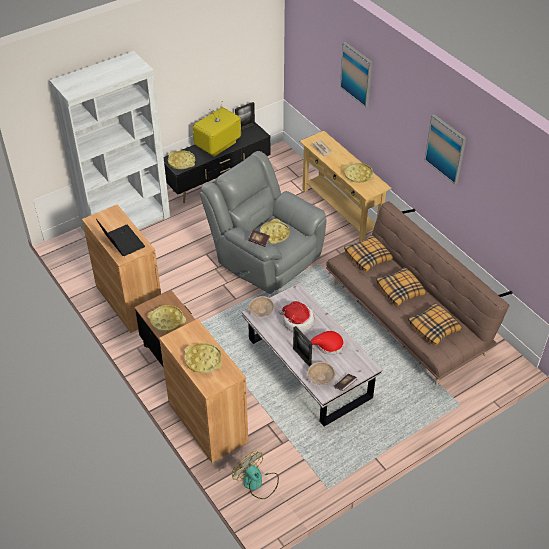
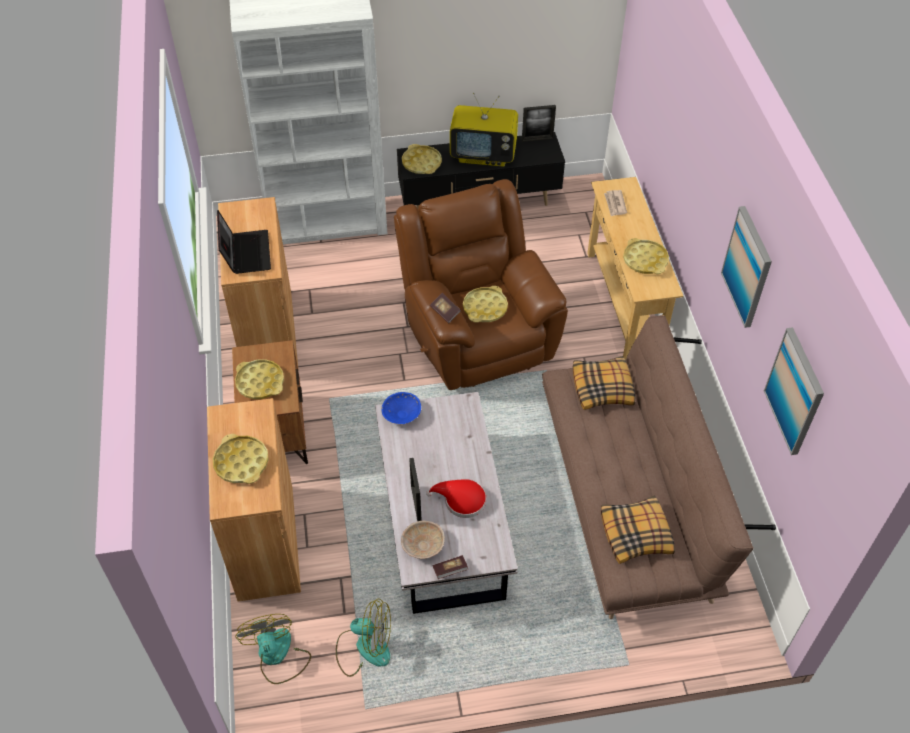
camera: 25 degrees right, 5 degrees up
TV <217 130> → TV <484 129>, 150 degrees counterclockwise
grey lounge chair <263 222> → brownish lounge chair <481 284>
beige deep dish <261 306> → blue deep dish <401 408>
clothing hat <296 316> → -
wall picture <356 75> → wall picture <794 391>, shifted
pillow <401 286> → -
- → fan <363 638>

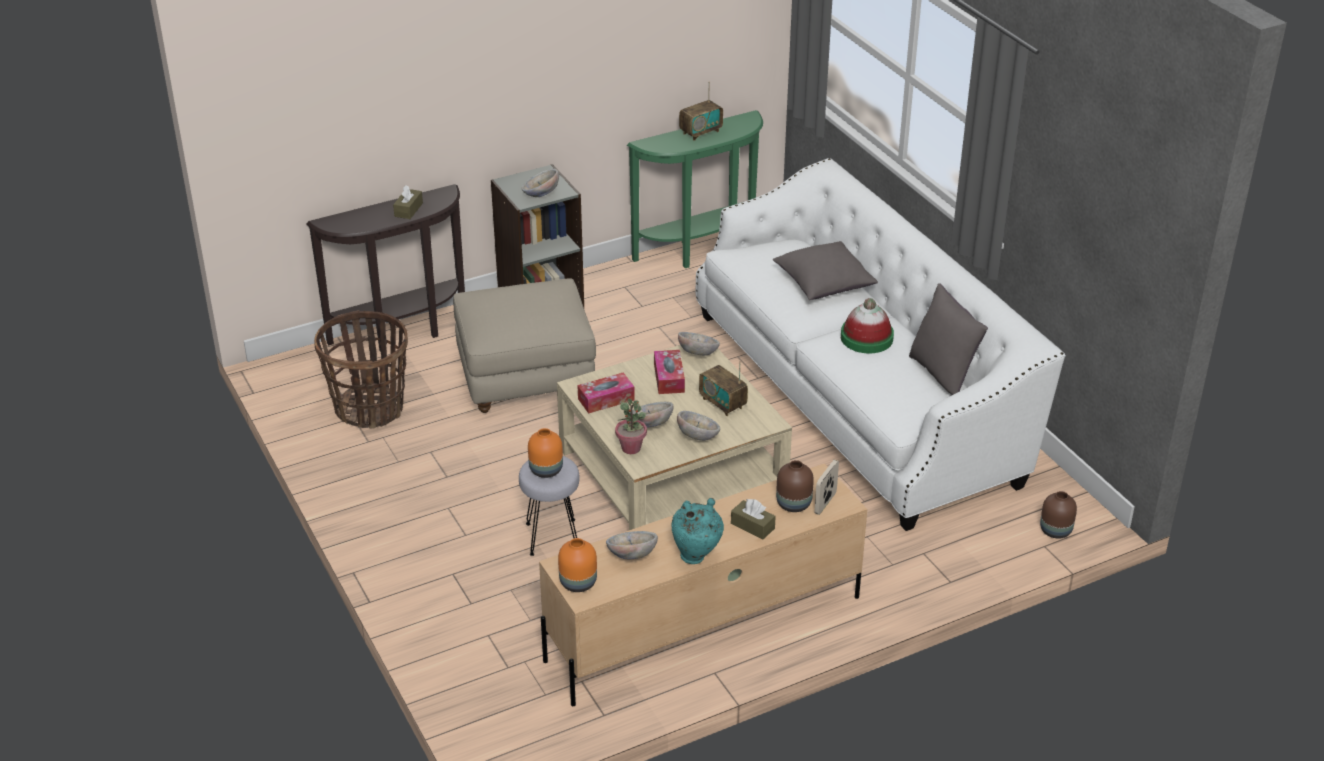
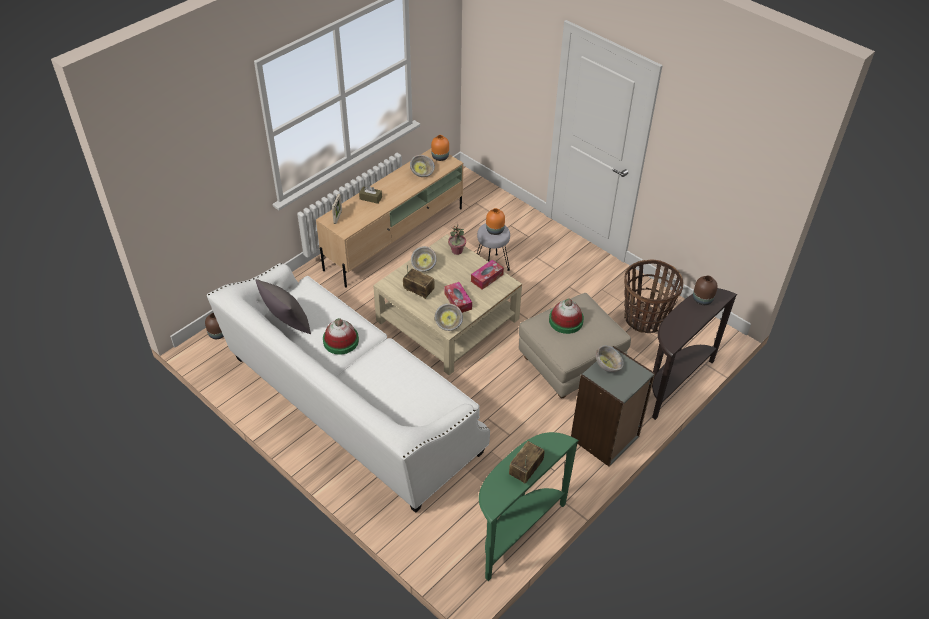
camera: 160 degrees right, 10 degrees up
brownish tissue holder <408 202> → -
deep dish <652 415> → -
turquoise-coloured vase <698 531> → -
grey pillow <825 270> → -
brownish vase <795 486> → brownish vase <705 290>, shifted
- → clothing hat <566 316>

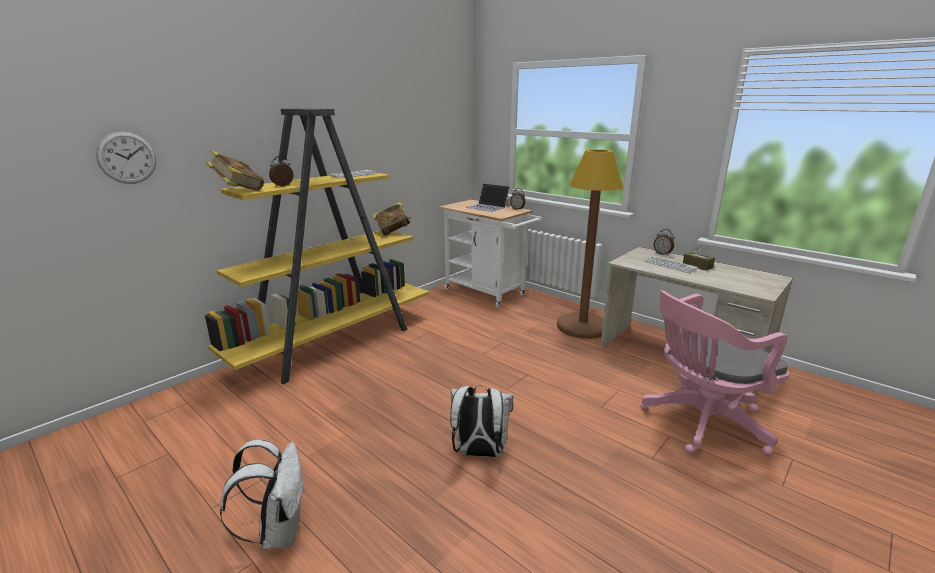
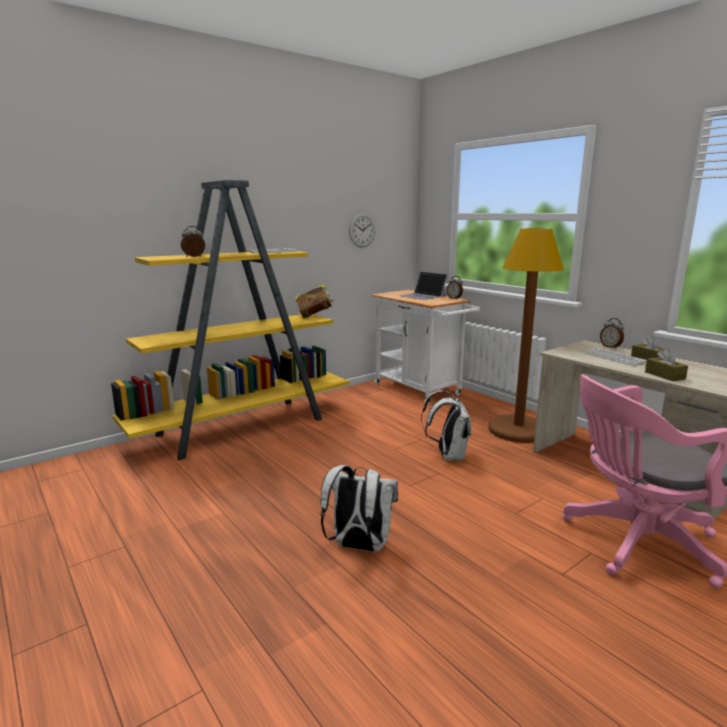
camera: 10 degrees right, 5 degrees down
clock on the wall <126 158> → clock on the wall <362 230>, shifted
volume <235 170> → -
whitish backpack <262 495> → whitish backpack <446 425>, shifted
- → brownish tissue holder <666 364>

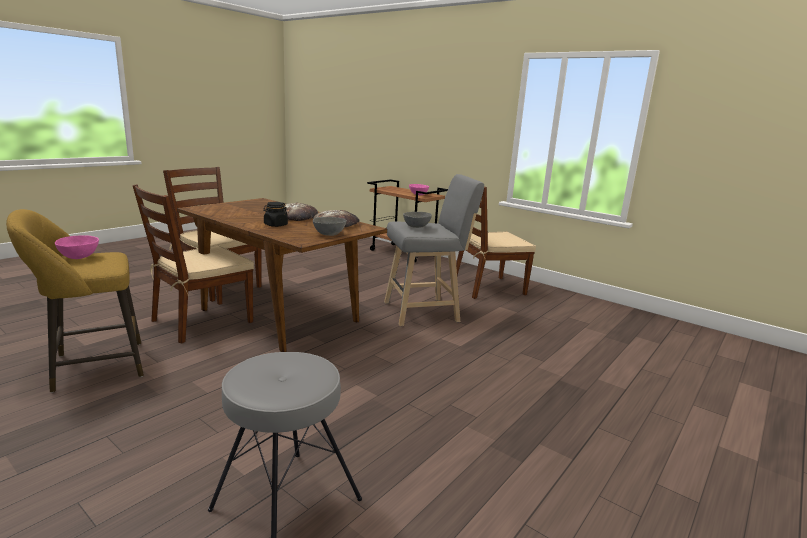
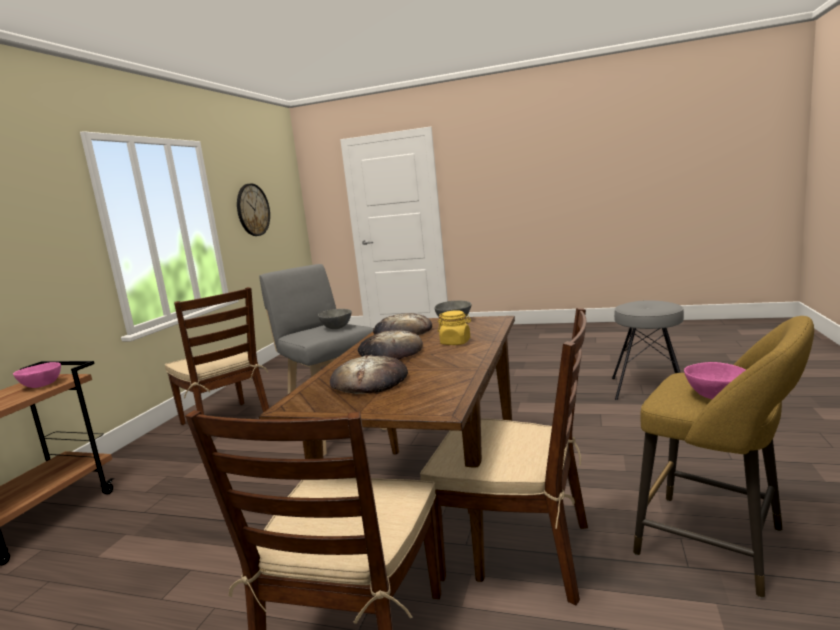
camera: 110 degrees left, 5 degrees down
black-coloured storage jar <275 214> → yellow-coloured storage jar <454 327>
- → clock on the wall <253 209>
- → bread <369 374>

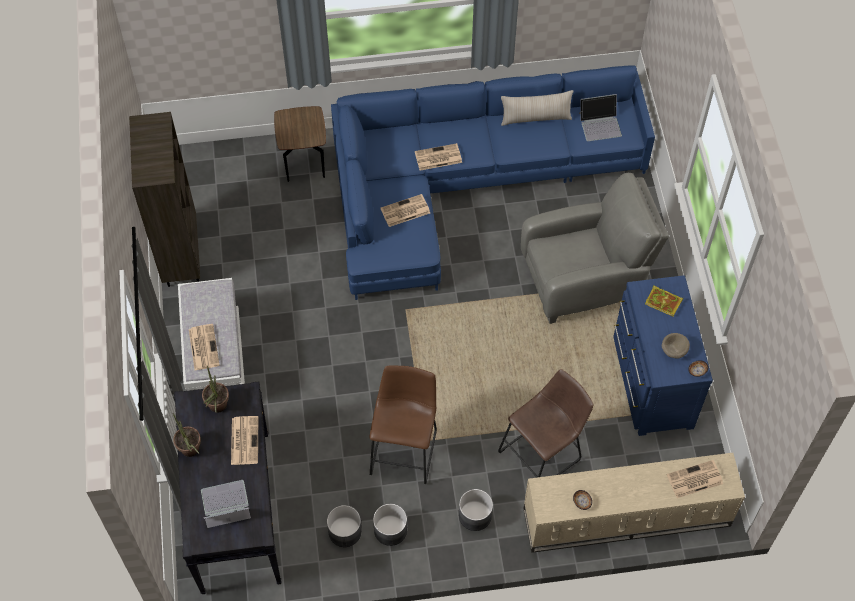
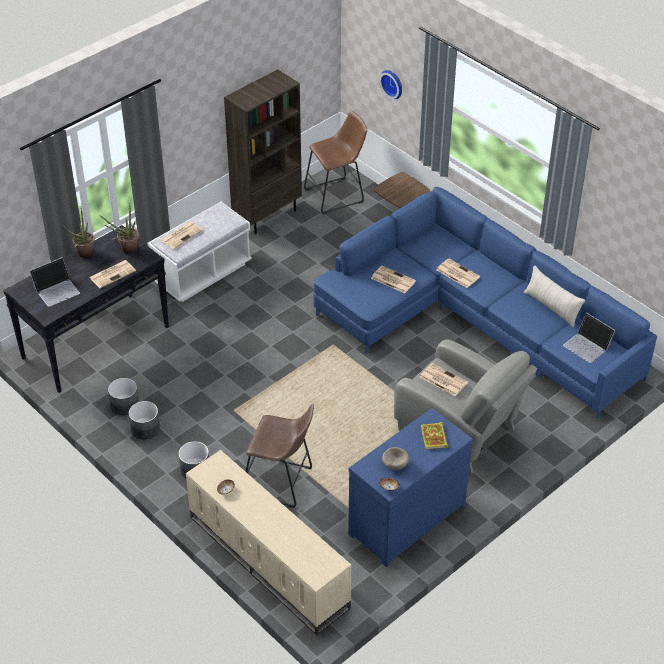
camera: 55 degrees right, 15 degrees down
laptop <226 504> → laptop <55 282>, 105 degrees clockwise
brownish stool seat <403 425> → brownish stool seat <335 162>, shifted
printed paper <695 479> → printed paper <444 379>, shifted
- → clock on the wall <390 84>

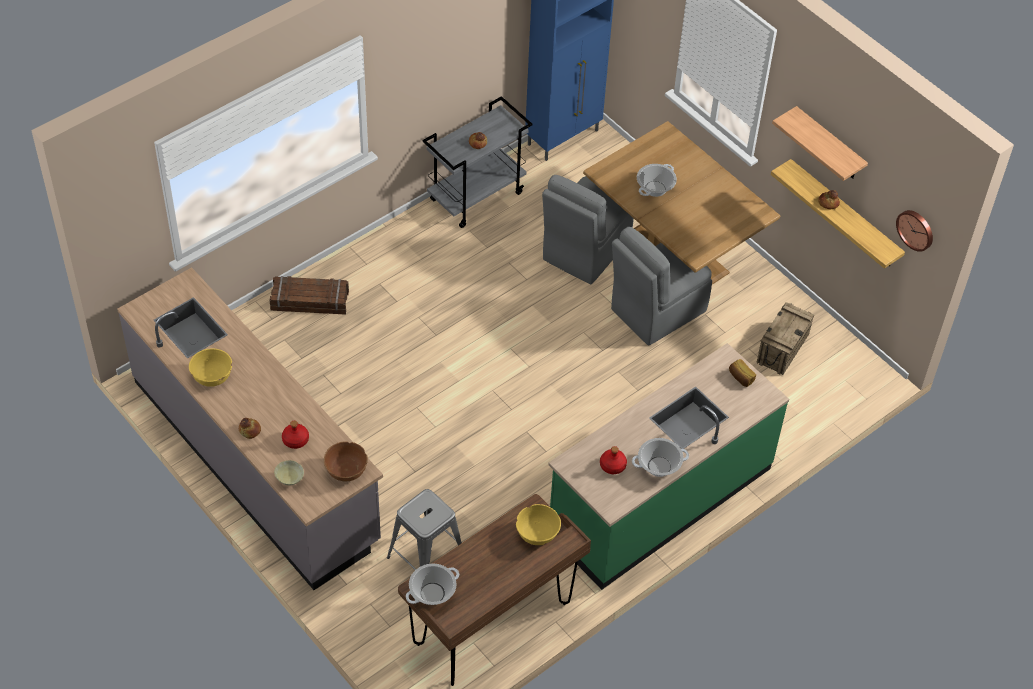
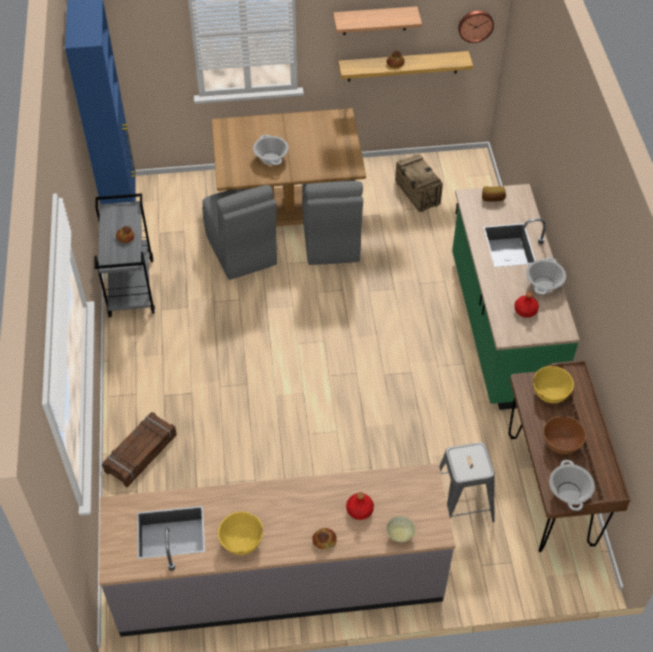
camera: 55 degrees left, 0 degrees up
brownish deep dish <346 461> → brownish deep dish <564 435>, shifted

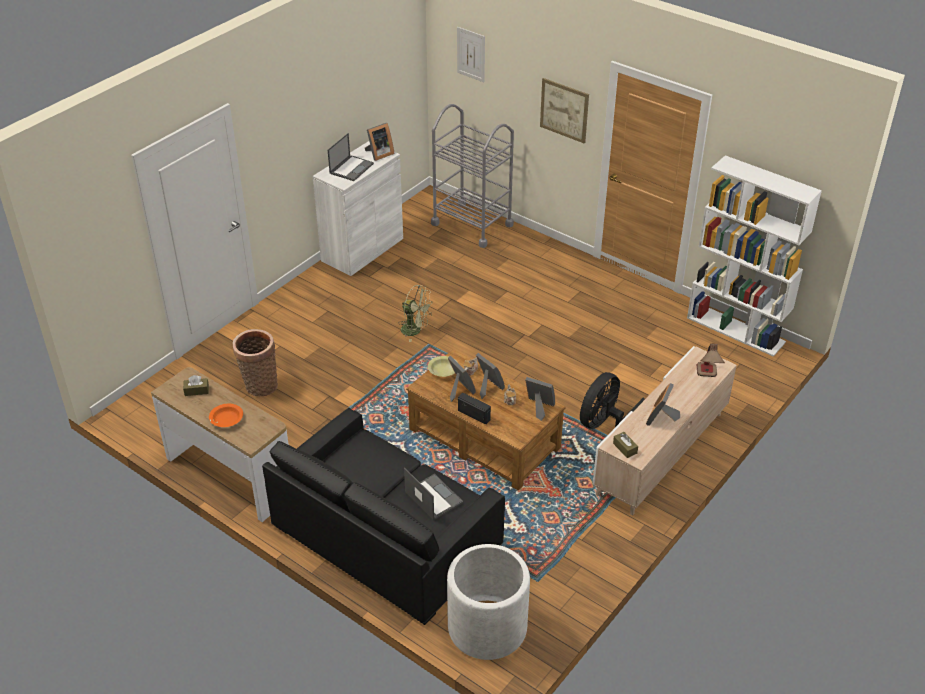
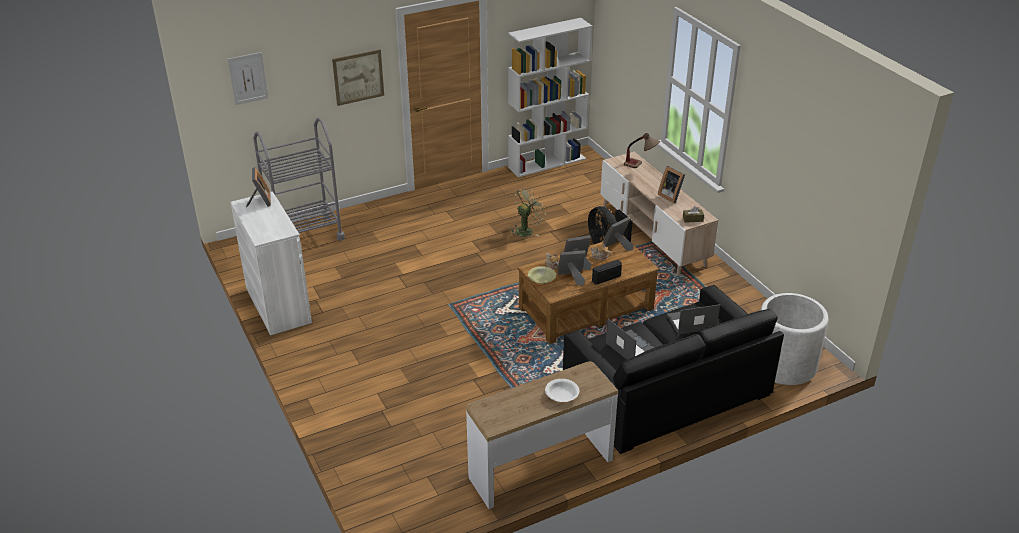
camera: 65 degrees left, 5 degrees down
brownish tissue holder <196 385> → -
orangey deep dish <226 415> → whitish deep dish <562 390>
storage basket <255 363> → -
laptop <351 157> → laptop <630 339>, shifted
green-coloured fan <415 313> → green-coloured fan <528 212>, shifted

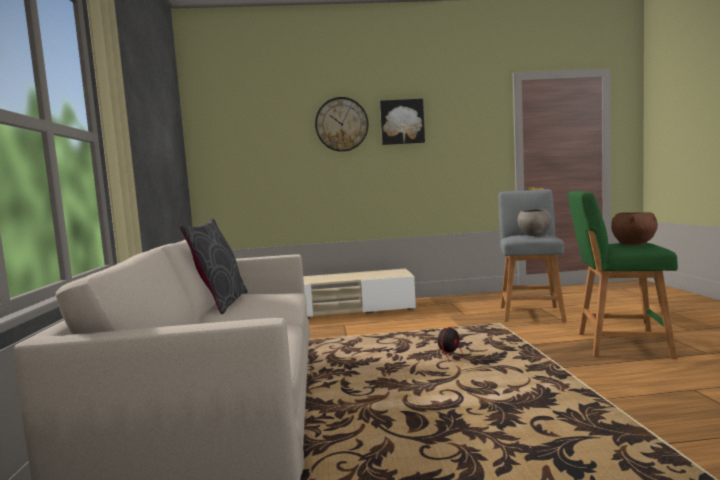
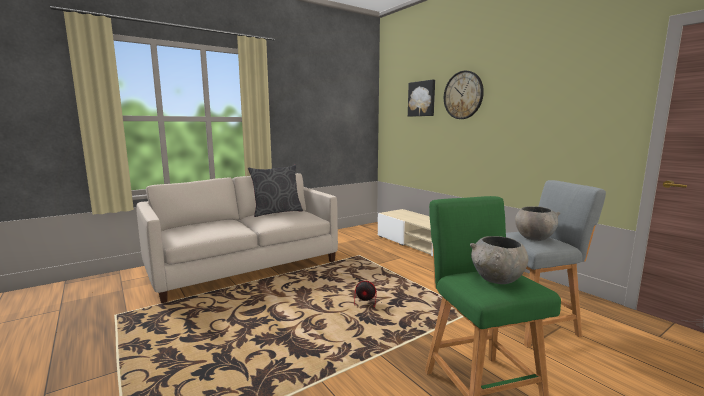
camera: 60 degrees right, 5 degrees up
wall picture <402 122> → wall picture <421 98>, shifted
brownish deep dish <634 228> → grey deep dish <499 260>

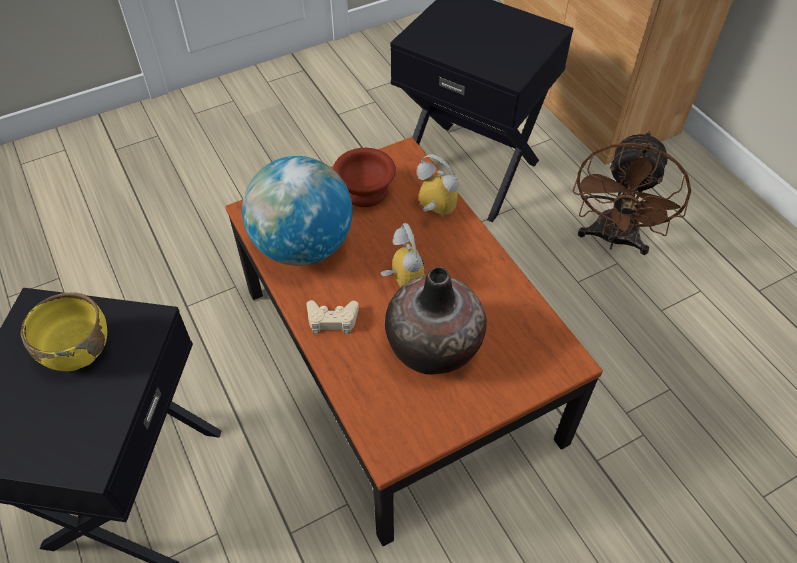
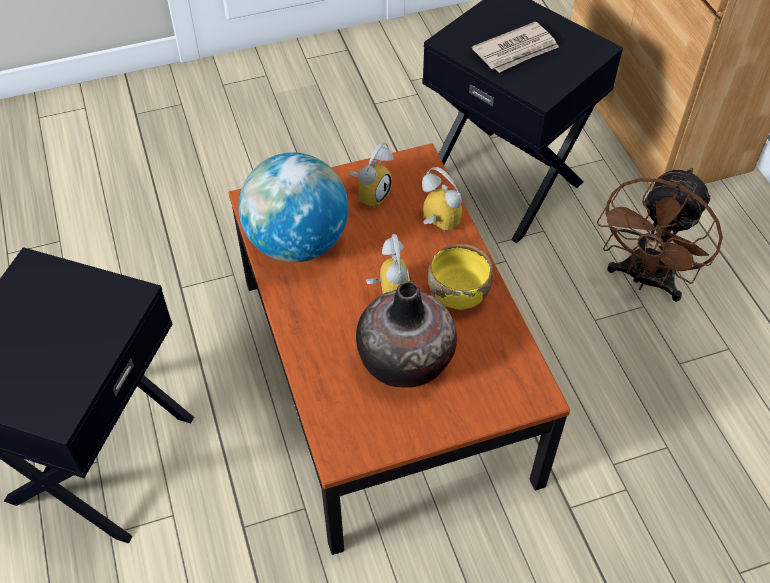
camera: 10 degrees right, 0 degrees up
yellow-coloured deep dish <64 331> → yellow-coloured deep dish <460 277>, shifted
beige joypad <333 317> → -
brownish deep dish <364 177> → alarm clock <371 175>
- → printed paper <515 47>

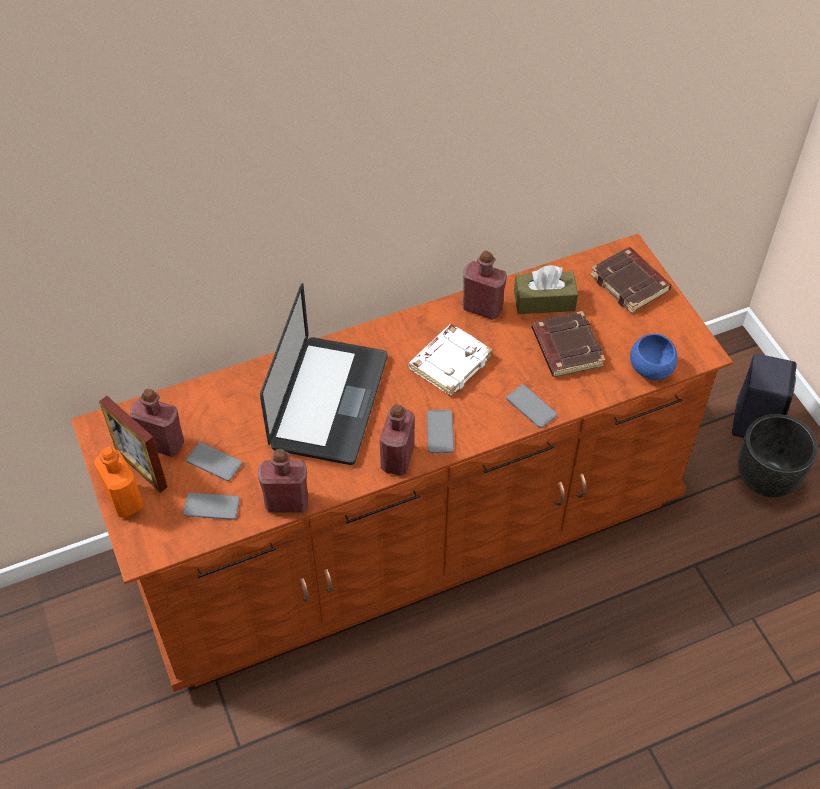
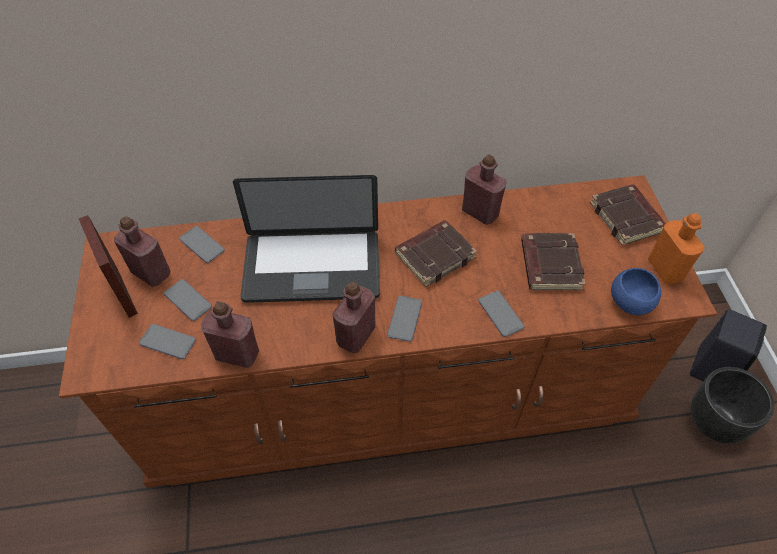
camera: 15 degrees right, 0 degrees up
orangey bottle <119 482> → orangey bottle <676 248>, shifted
laptop <323 374> → laptop <306 239>, 60 degrees clockwise
whitish volume <451 360> → brownish volume <436 253>
brownish tissue holder <546 289> → -
- → phone <202 244>

